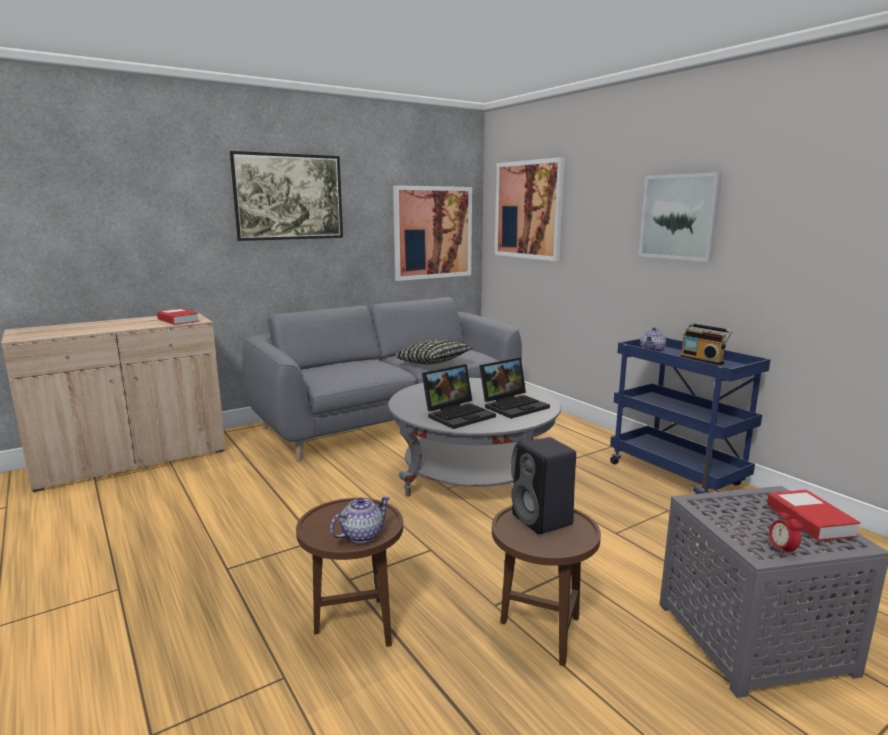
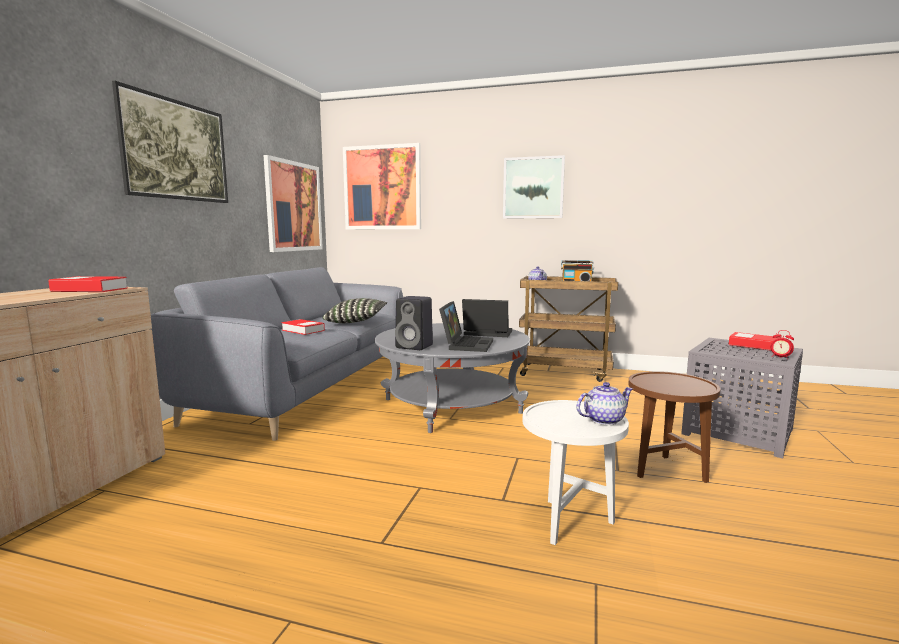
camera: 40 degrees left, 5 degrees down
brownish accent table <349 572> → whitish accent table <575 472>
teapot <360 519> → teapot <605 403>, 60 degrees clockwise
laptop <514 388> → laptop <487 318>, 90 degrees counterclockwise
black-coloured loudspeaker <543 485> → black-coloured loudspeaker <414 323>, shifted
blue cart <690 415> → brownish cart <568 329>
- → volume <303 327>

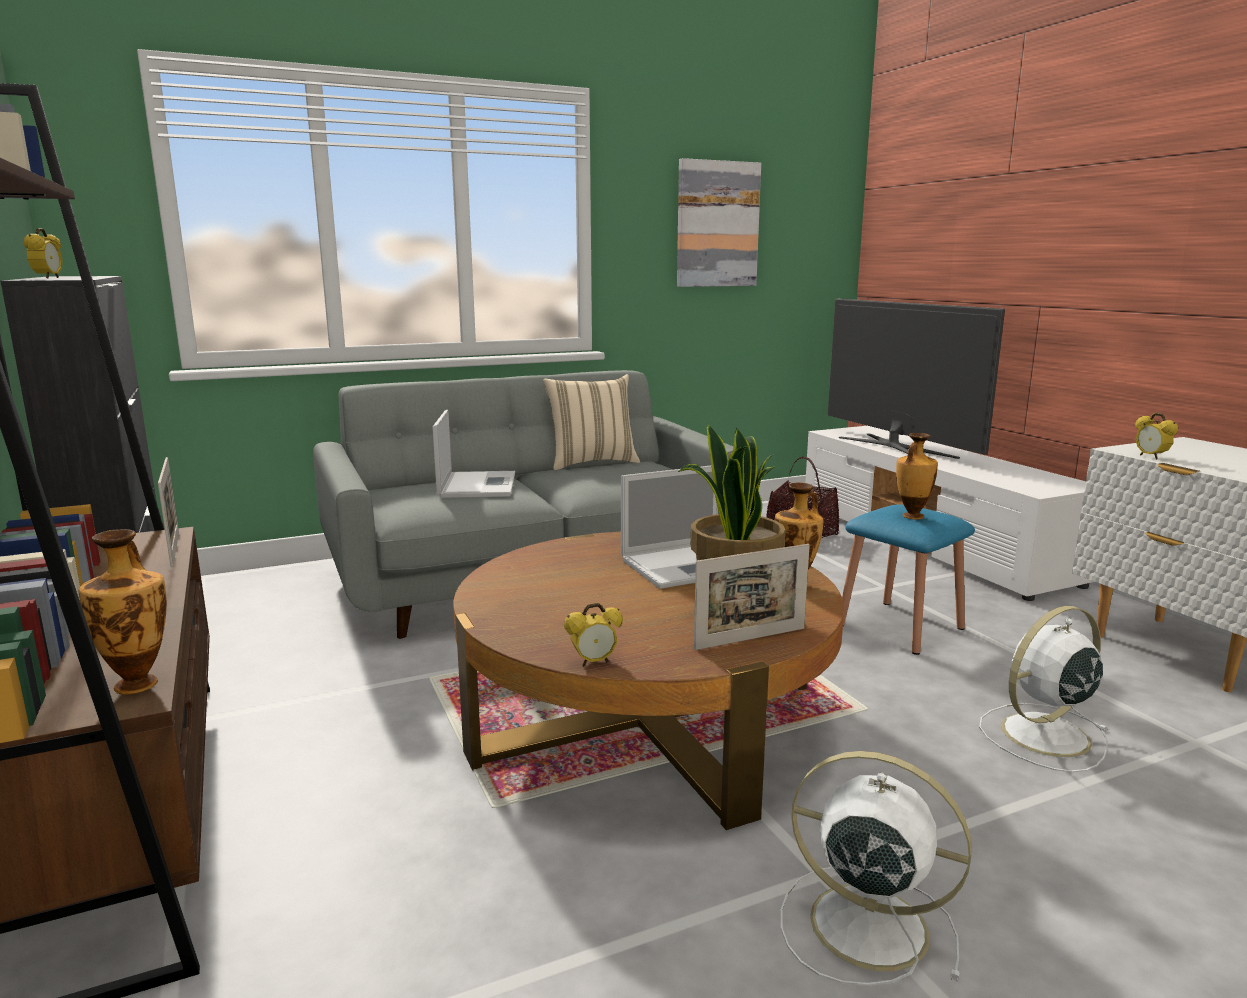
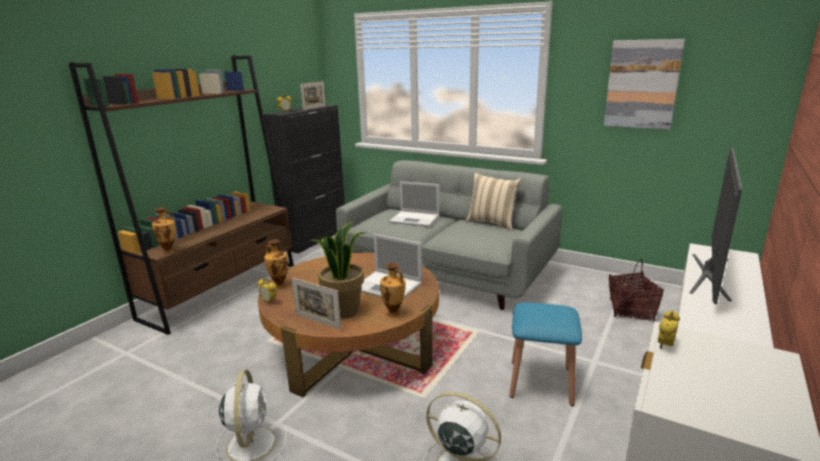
camera: 55 degrees right, 5 degrees up
picture frame <168 512> → picture frame <313 95>, shifted
laptop <473 454> → laptop <414 204>, 60 degrees clockwise
vase <917 476> → vase <276 263>, shifted

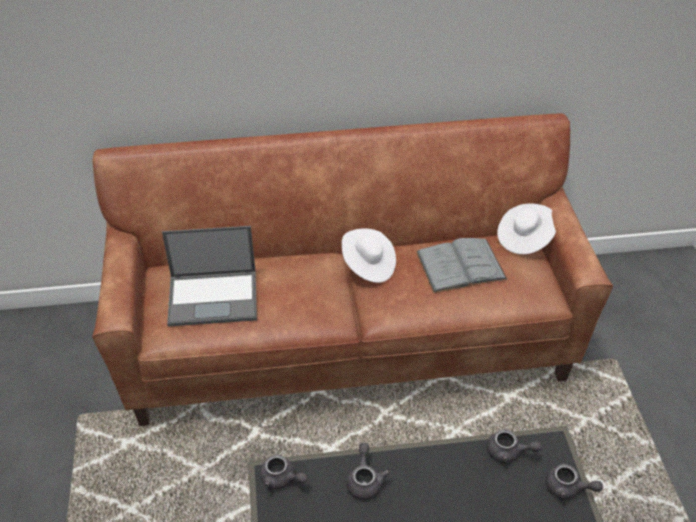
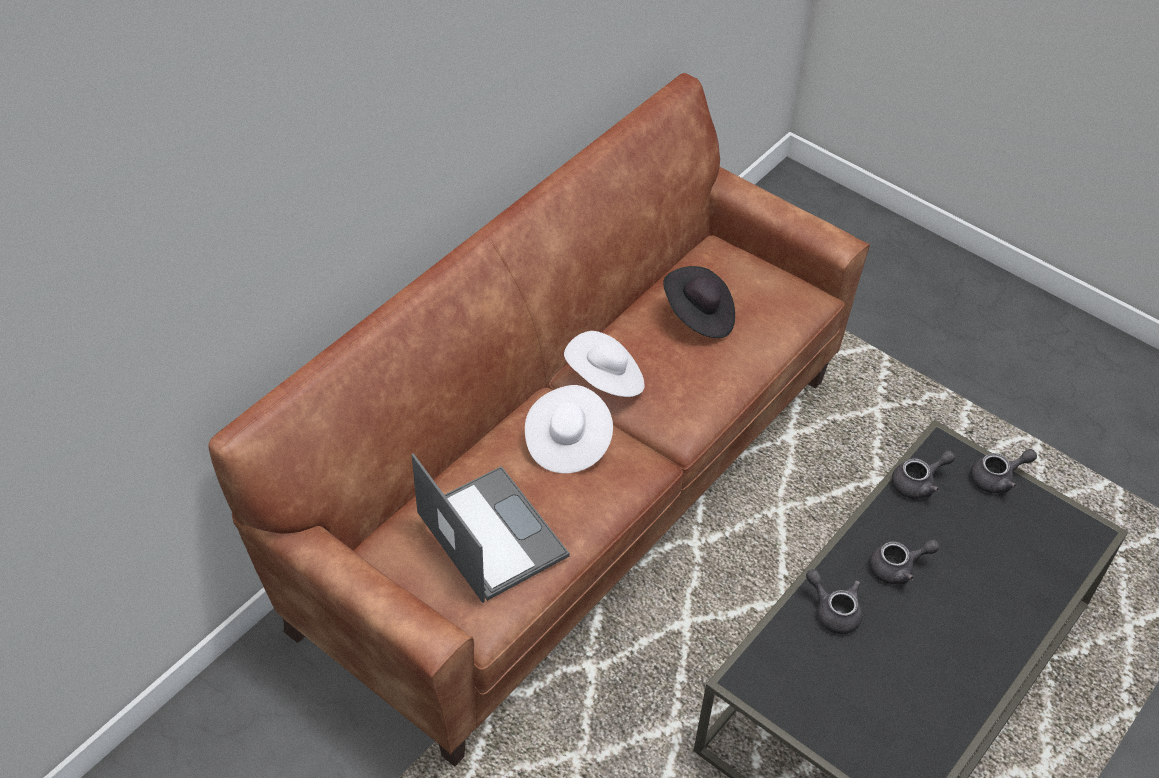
camera: 45 degrees left, 5 degrees up
laptop <209 276> → laptop <491 528>, 75 degrees counterclockwise
grey teapot <284 472> → grey teapot <904 561>, shifted
grey volume <462 265> → black-coloured clothing hat <699 302>
whitish clothing hat <526 229> → whitish clothing hat <569 429>, shifted

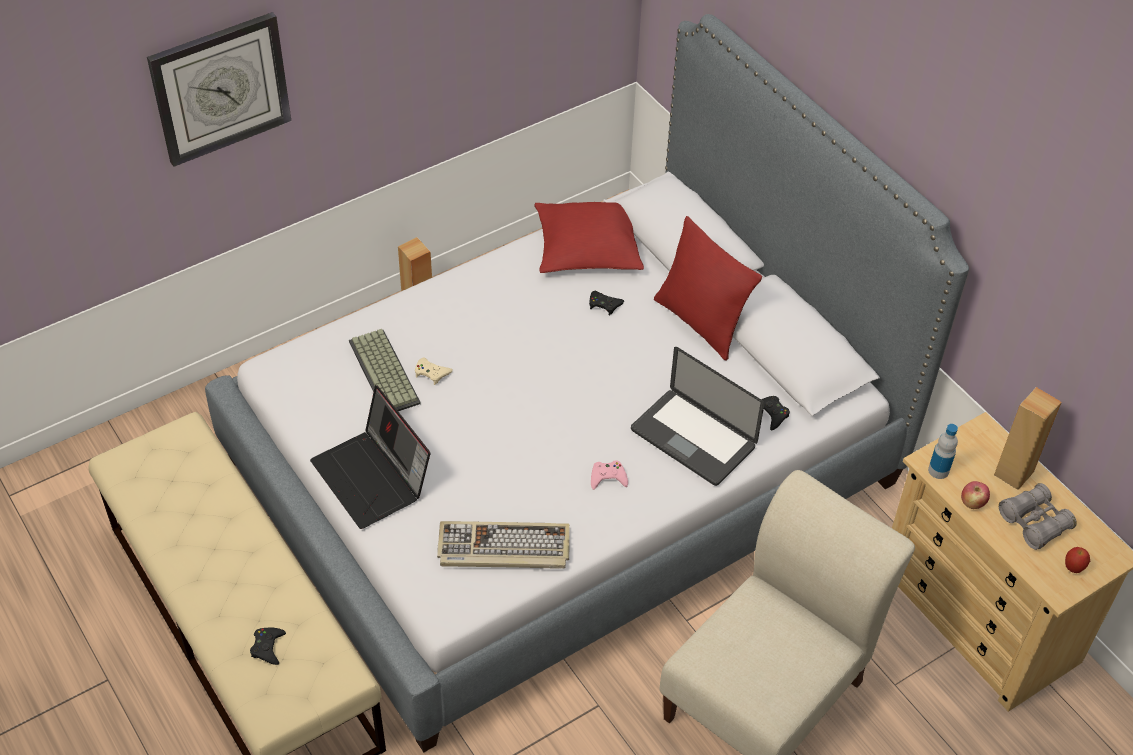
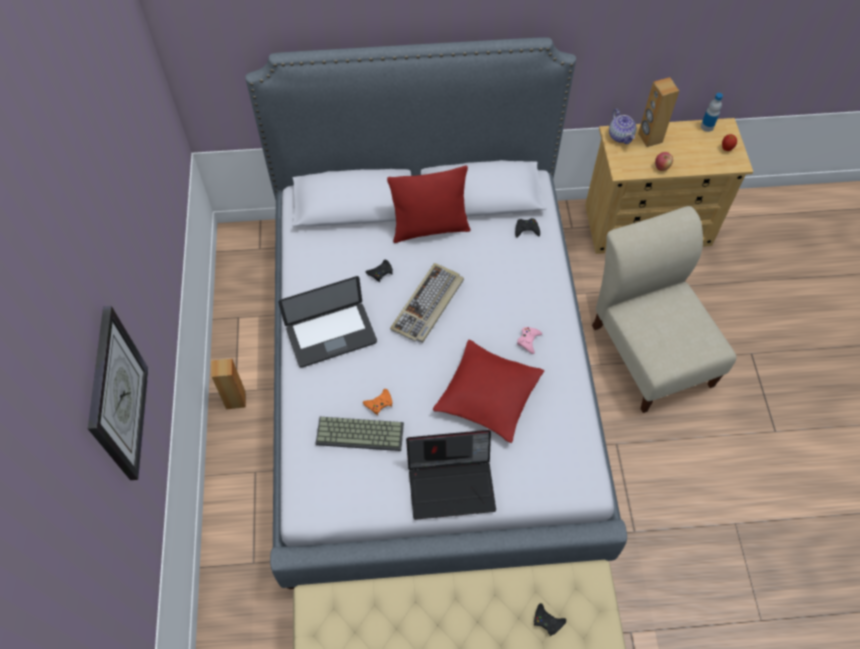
camera: 60 degrees left, 10 degrees up
beige joypad <434 371> → orangey joypad <378 402>
keyboard <503 545> → keyboard <427 303>, shifted
reddish pillow <589 237> → reddish pillow <489 391>, shifted
laptop <697 416> → laptop <327 322>, shifted
bottle <943 451> → bottle <712 112>, shifted
grey field glasses <1038 516> → -
- → teapot <622 126>

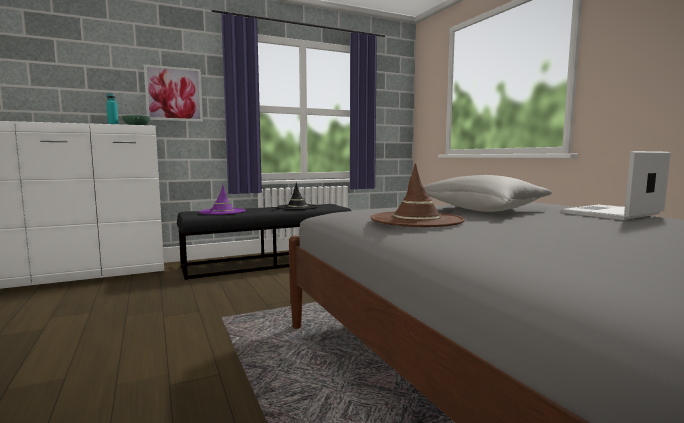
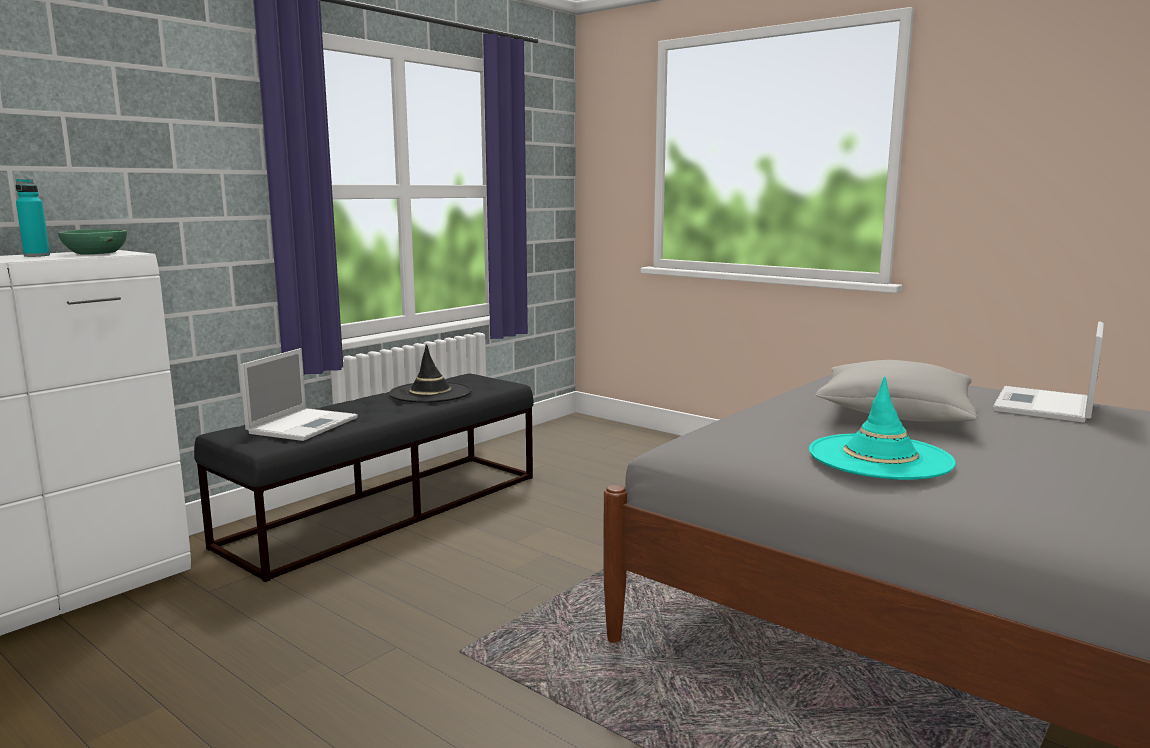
camera: 25 degrees left, 5 degrees up
wall picture <173 93> → -
purple clothing hat <222 200> → laptop <299 394>
brownish clothing hat <418 195> → turquoise-coloured clothing hat <882 428>

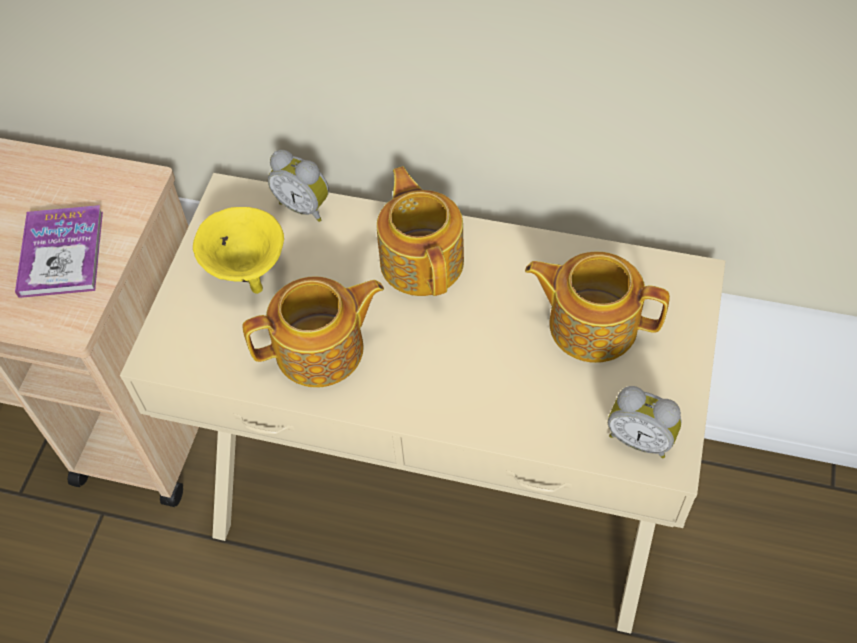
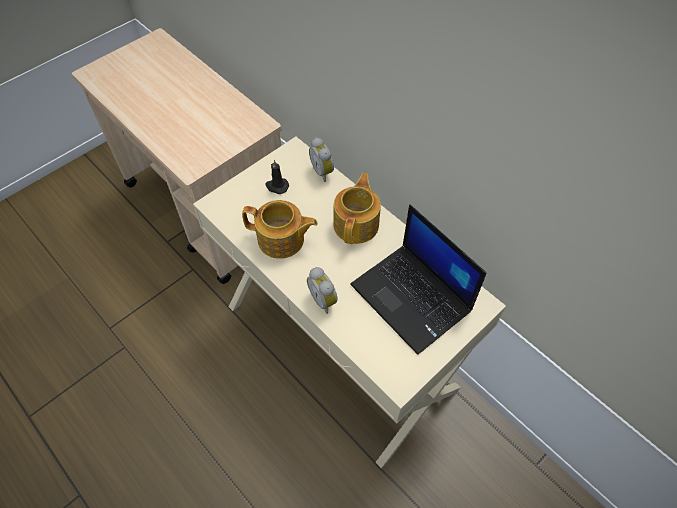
camera: 30 degrees right, 0 degrees up
volume <59 251> → -
yellow-coloured deep dish <238 250> → black-coloured wax candle <277 177>
teapot <597 307> → laptop <418 279>
alarm clock <645 422> → alarm clock <322 290>, shifted

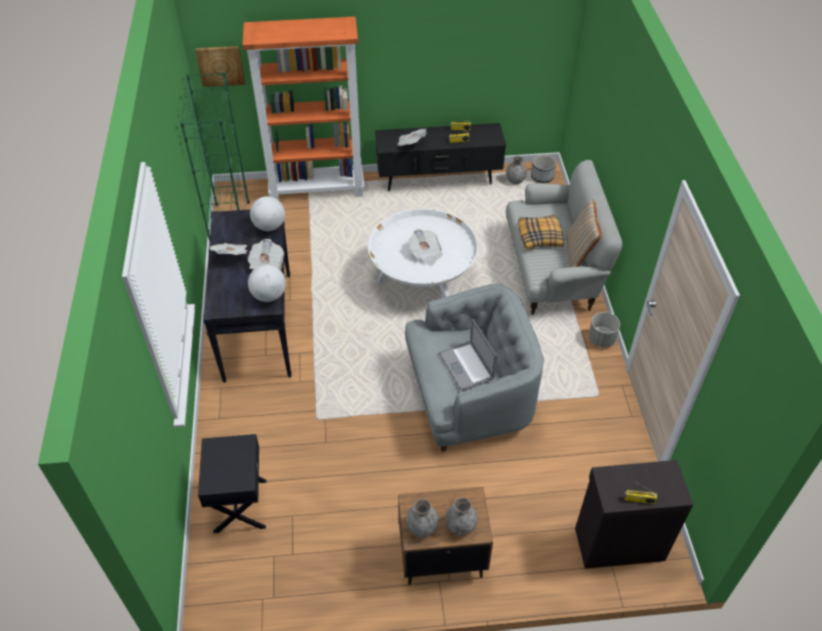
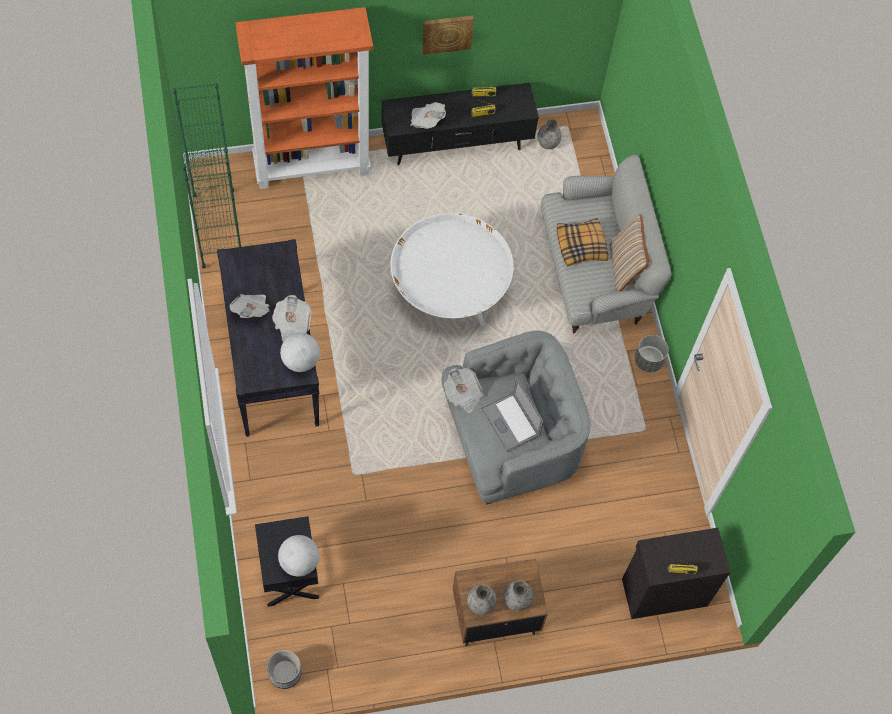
camera: 10 degrees left, 15 degrees up
wall picture <220 66> → wall picture <448 35>, shifted
globe <267 213> → globe <298 556>, shifted
printed paper <426 247> → printed paper <463 390>, shifted
planter <543 169> → planter <284 669>, shifted

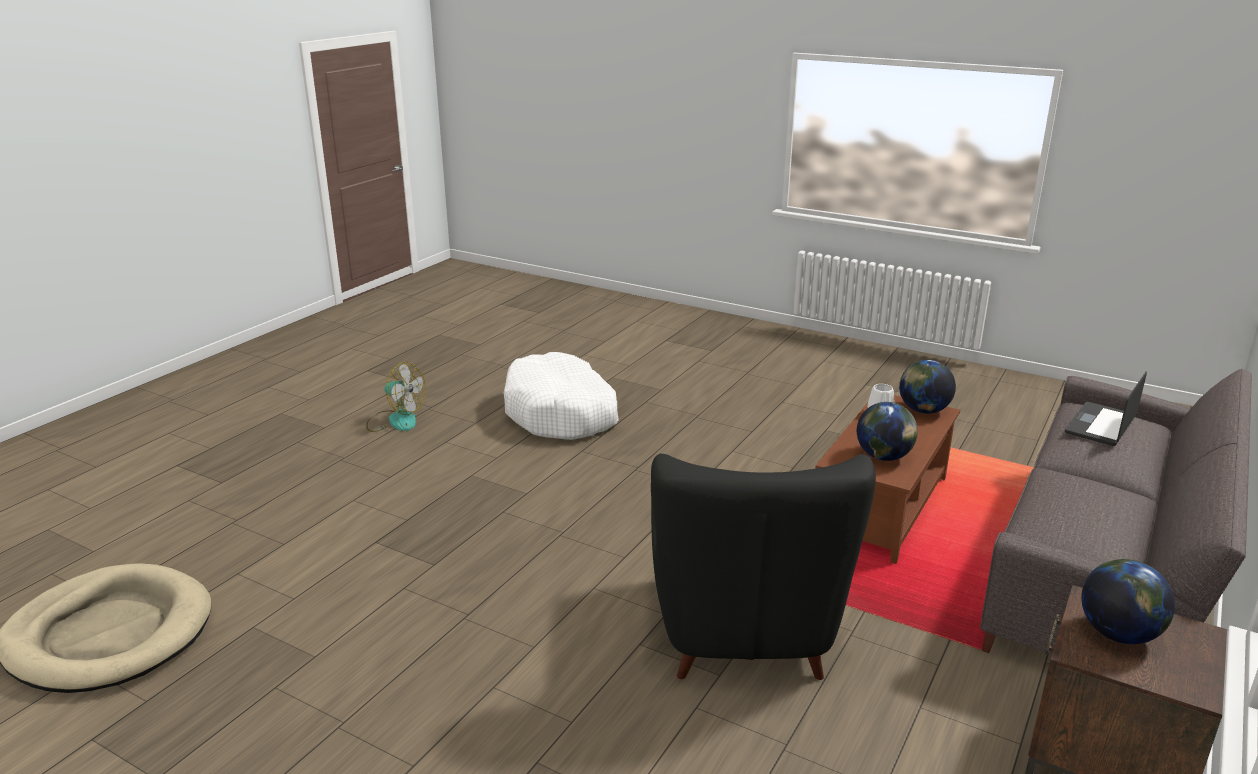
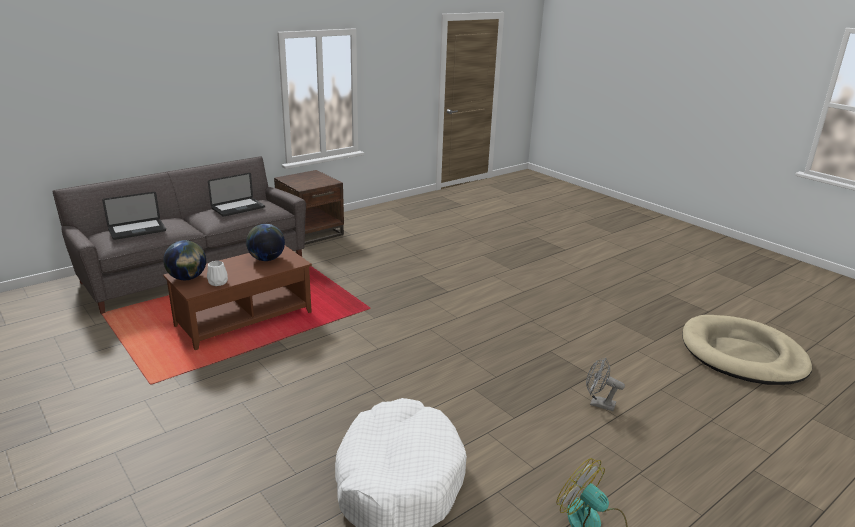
camera: 160 degrees left, 0 degrees up
black-coloured lounge chair <763 566> → -
globe <1128 601> → -
- → laptop <236 195>
- → grey fan <605 384>

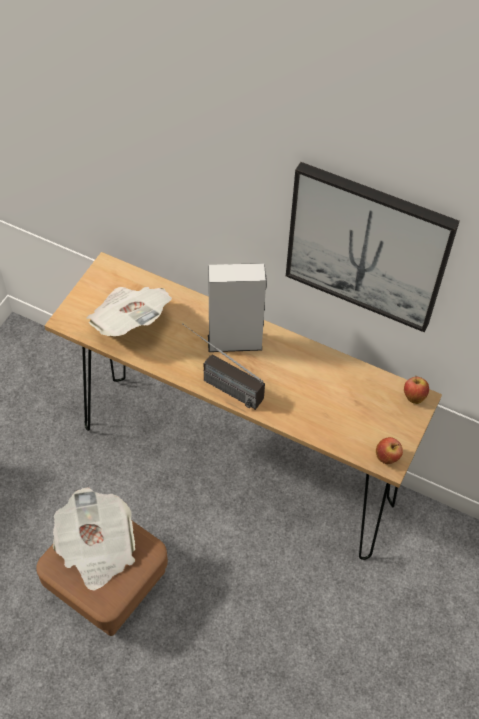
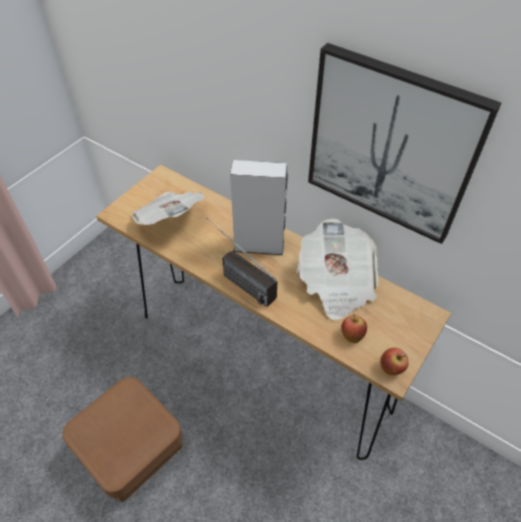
camera: 10 degrees right, 5 degrees down
printed paper <94 538> → printed paper <337 270>, shifted
apple <416 389> → apple <354 328>, shifted

